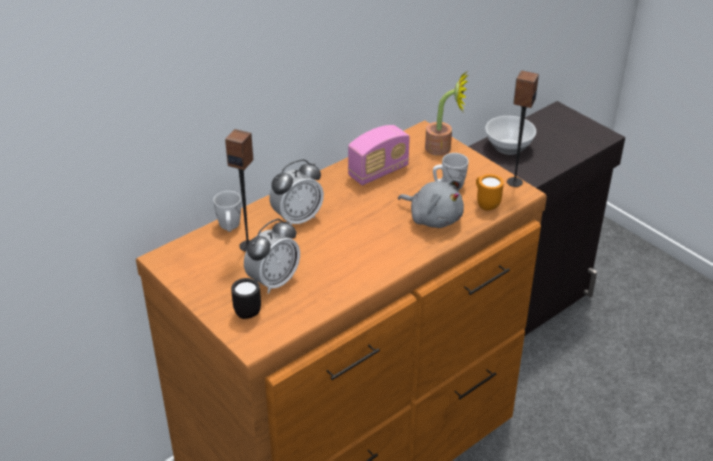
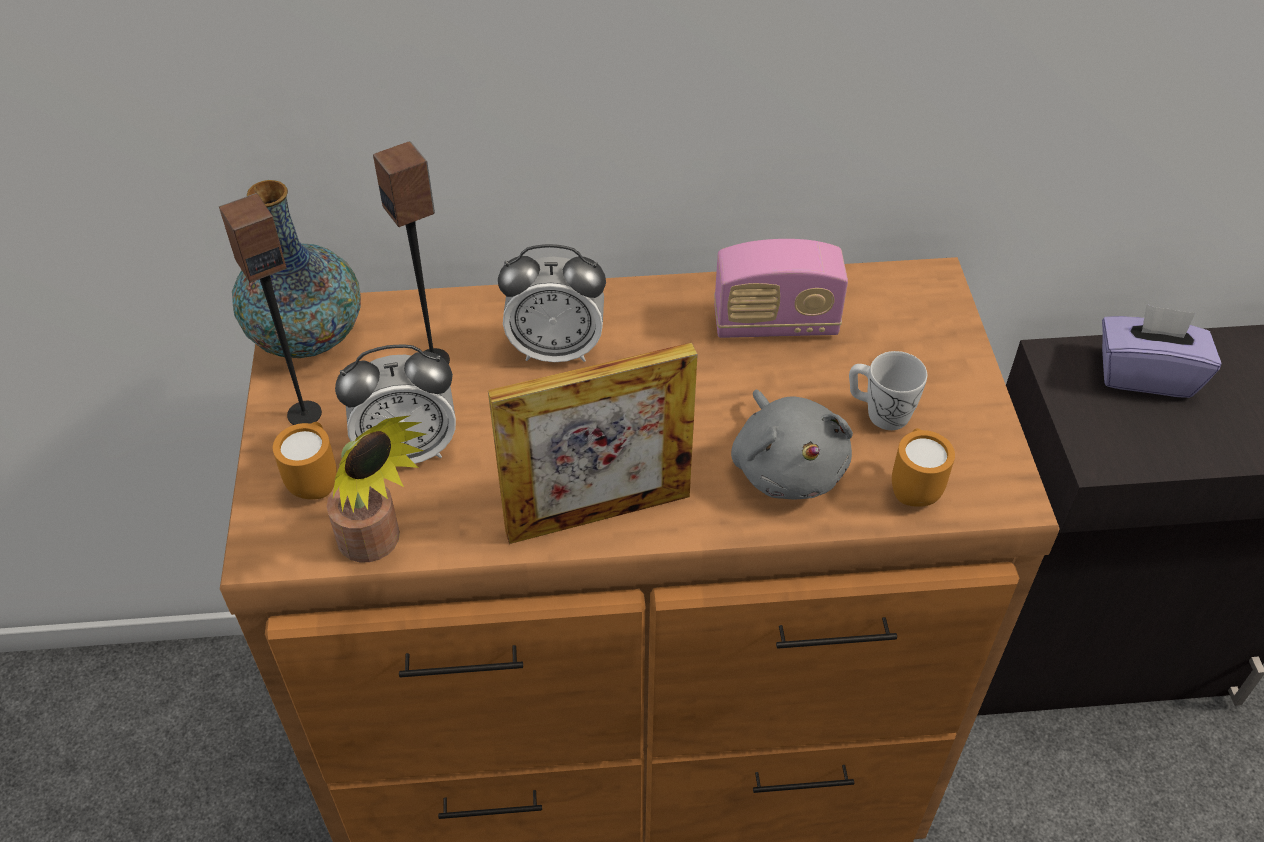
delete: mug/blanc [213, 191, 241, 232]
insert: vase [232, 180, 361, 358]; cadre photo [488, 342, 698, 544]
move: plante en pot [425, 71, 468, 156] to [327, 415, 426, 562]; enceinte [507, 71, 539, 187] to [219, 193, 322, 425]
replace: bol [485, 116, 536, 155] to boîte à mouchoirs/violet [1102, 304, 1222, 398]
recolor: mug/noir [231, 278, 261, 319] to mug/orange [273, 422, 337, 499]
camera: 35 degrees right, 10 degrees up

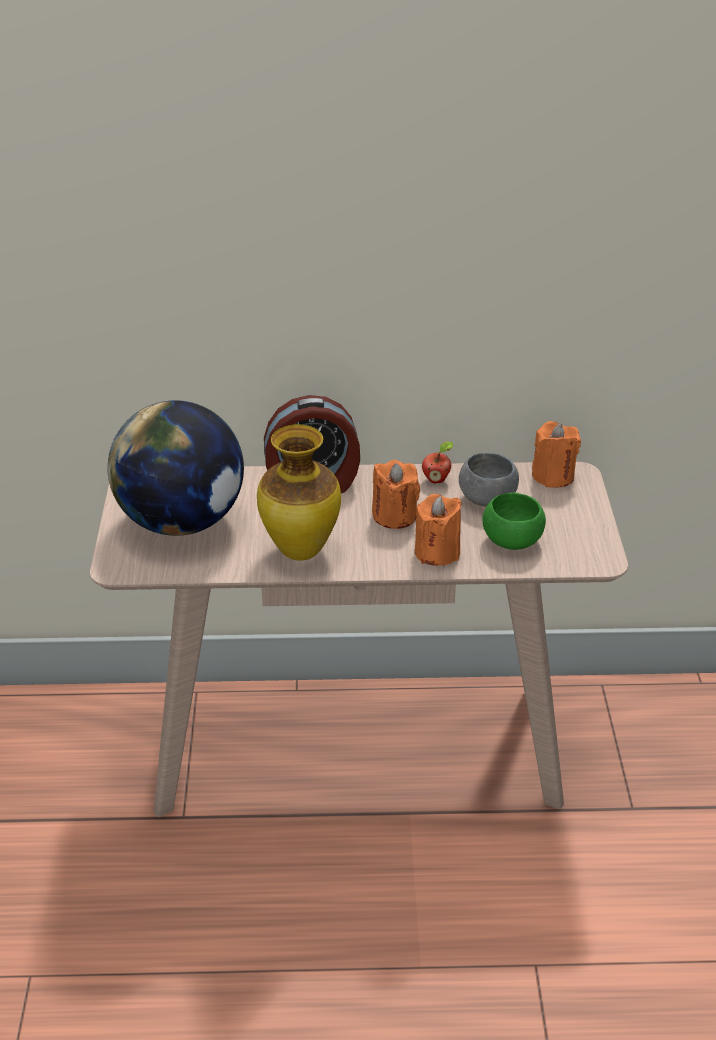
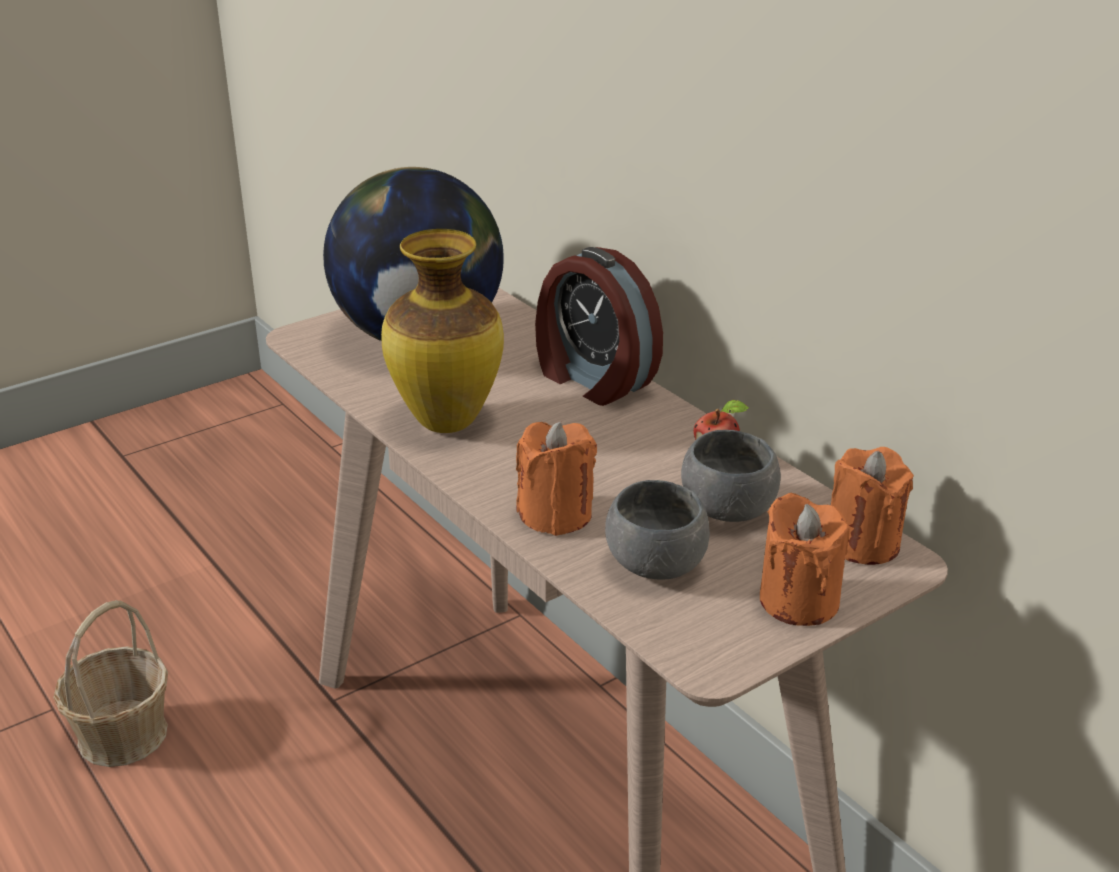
insert: panier [54, 600, 168, 767]
move: bougie/orange [372, 460, 420, 529] to [760, 493, 850, 626]
recolor: bol/vert [483, 492, 546, 550] to bol/gris [605, 480, 710, 580]
camera: 55 degrees right, 5 degrees down

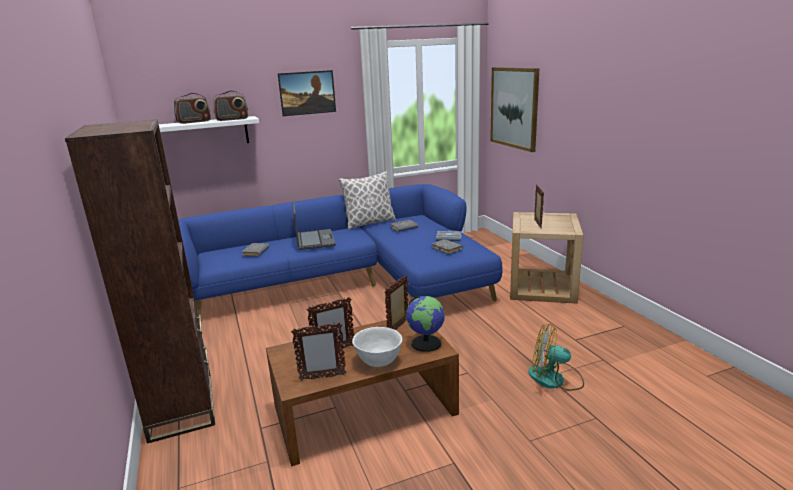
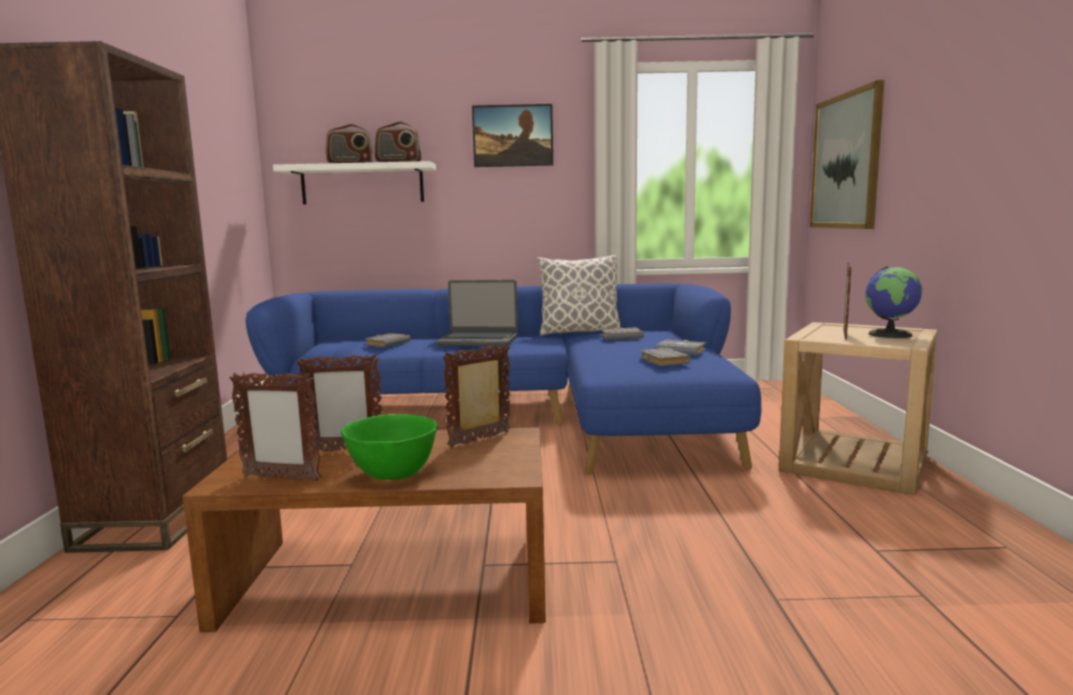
delete: ventilateur [528, 324, 584, 391]
move: globe [406, 296, 445, 352] to [865, 266, 923, 338]
recolor: bol/blanc [352, 327, 402, 367] to bol/vert [341, 414, 437, 480]
rotate: ordinateur portable [292, 200, 336, 250] = [436, 280, 518, 346] 90 degrees clockwise
camera: 20 degrees right, 10 degrees down

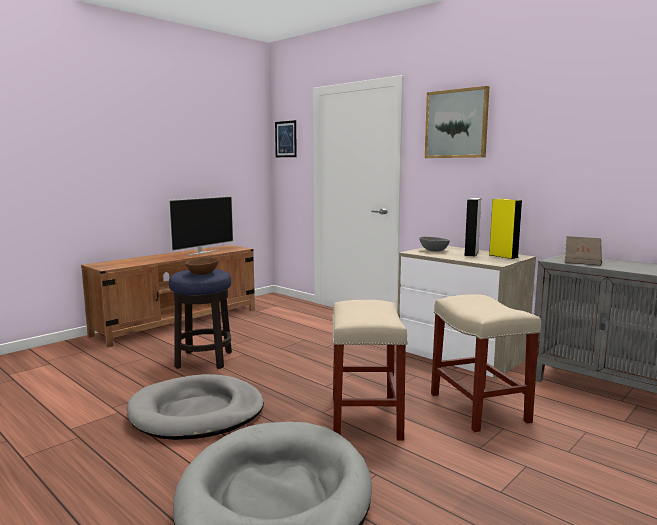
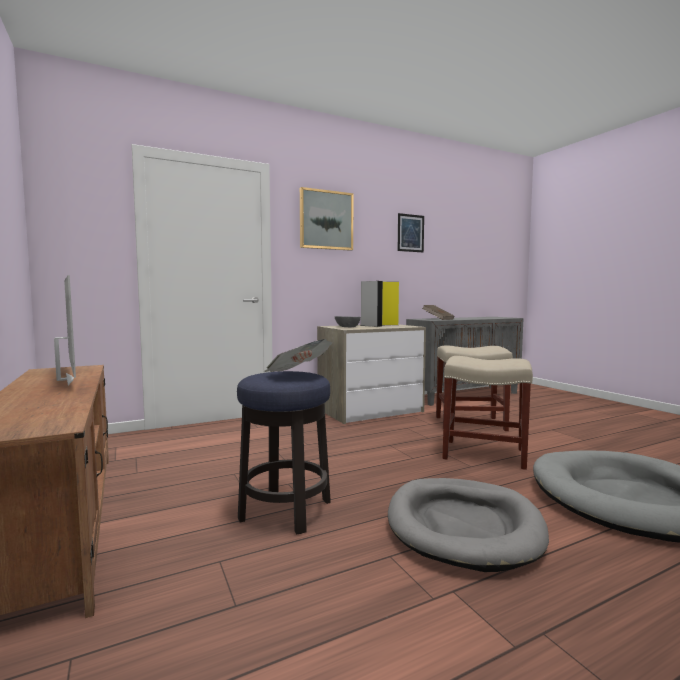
move: tableau [275, 120, 297, 157] to [398, 213, 424, 252]
replace: bol/marron [185, 258, 219, 275] to journal [265, 339, 332, 372]
camera: 70 degrees left, 5 degrees down

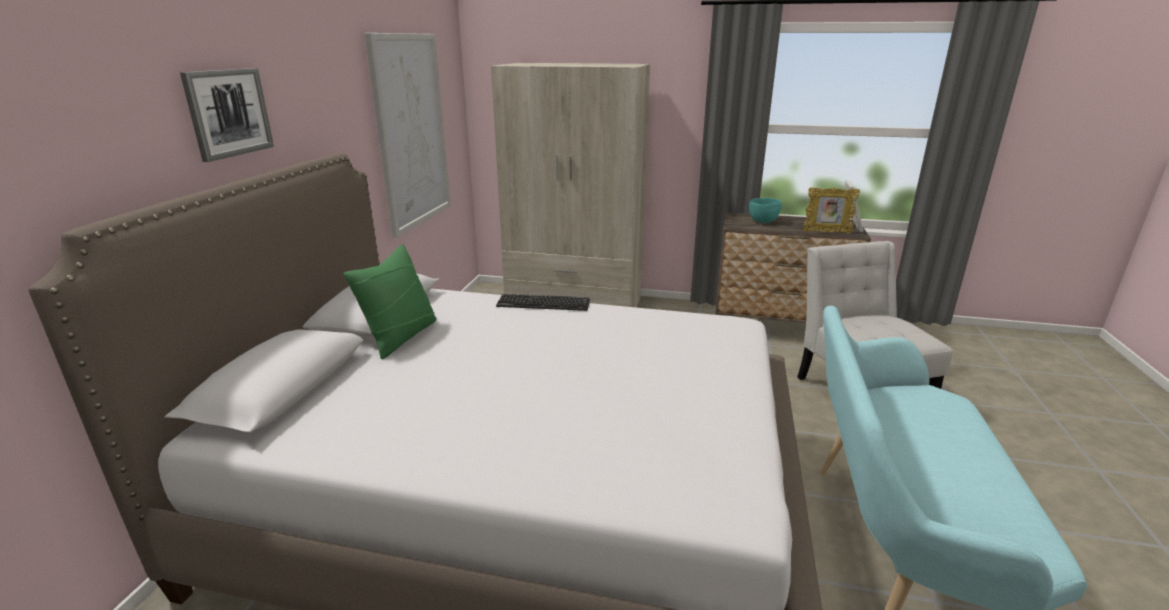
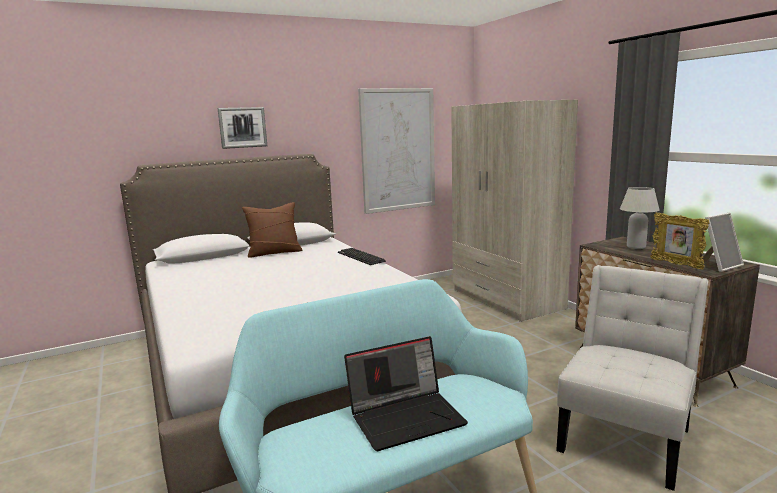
insert: ordinateur portable [344, 336, 468, 451]
replace: bol/turquoise [749, 198, 782, 223] to lampe de table/blanc [620, 187, 659, 249]
recolor: coussin/vert [343, 244, 437, 359] to coussin/marron [242, 202, 302, 258]
camera: 50 degrees right, 10 degrees down

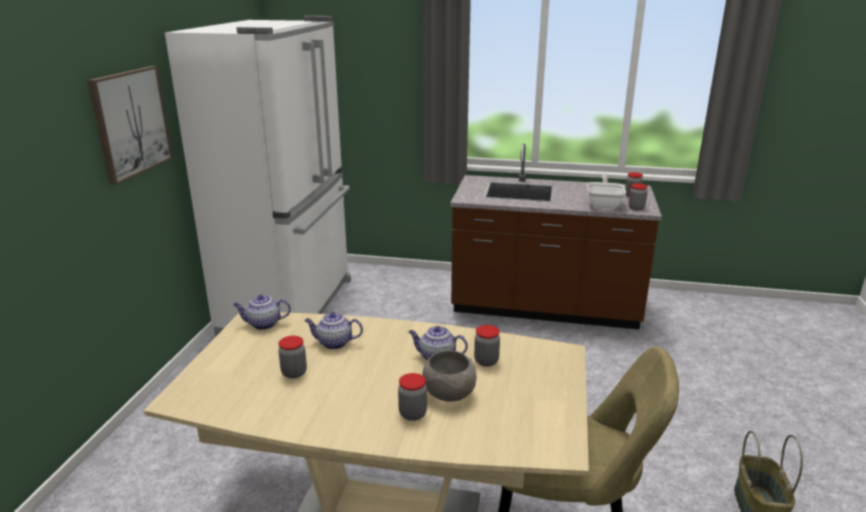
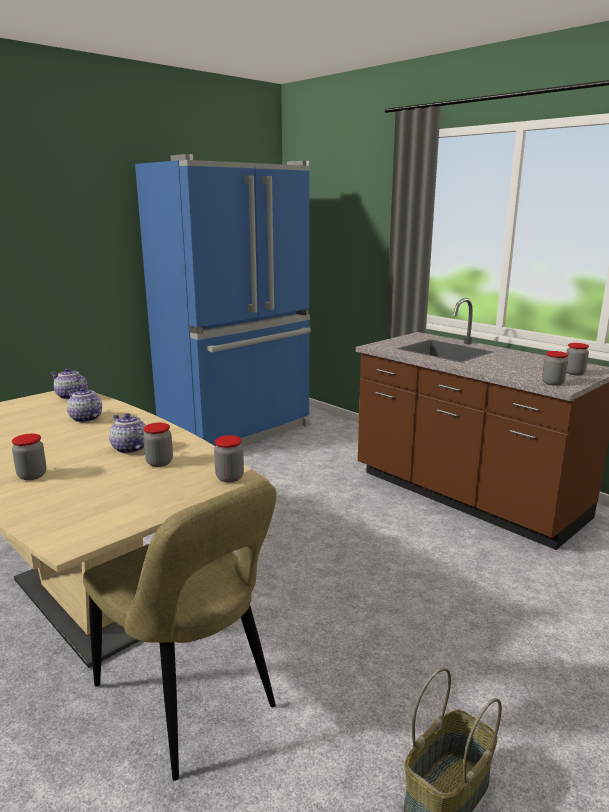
delete: tableau [87, 66, 173, 185]; poêle [587, 175, 626, 209]; bol/gris [423, 350, 477, 402]
move: bocal [278, 336, 307, 379] to [214, 435, 244, 482]
recolor: réfrigérateur/blanc [165, 16, 351, 335] to réfrigérateur/bleu [135, 154, 311, 446]
camera: 35 degrees right, 5 degrees down

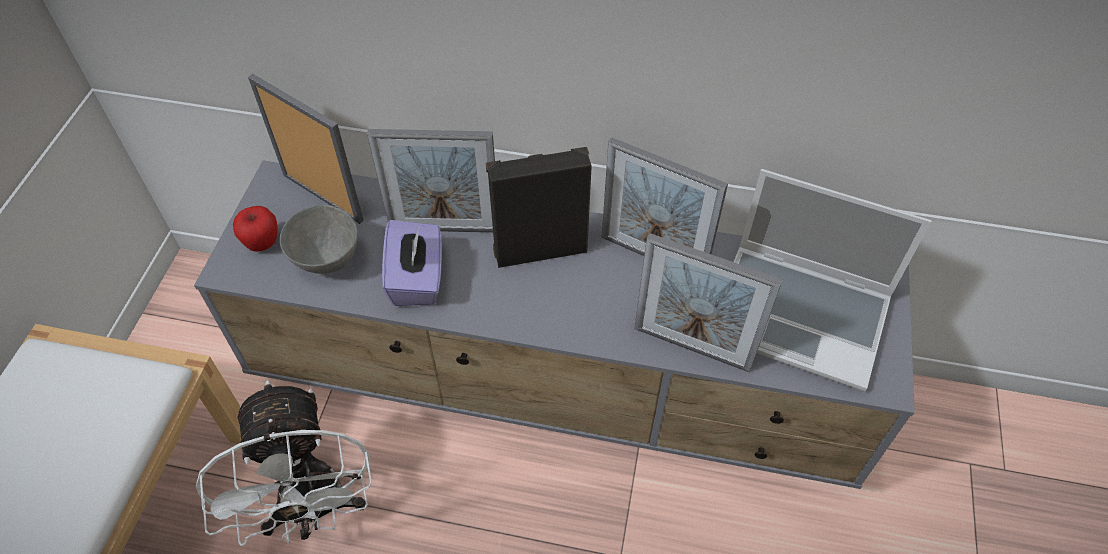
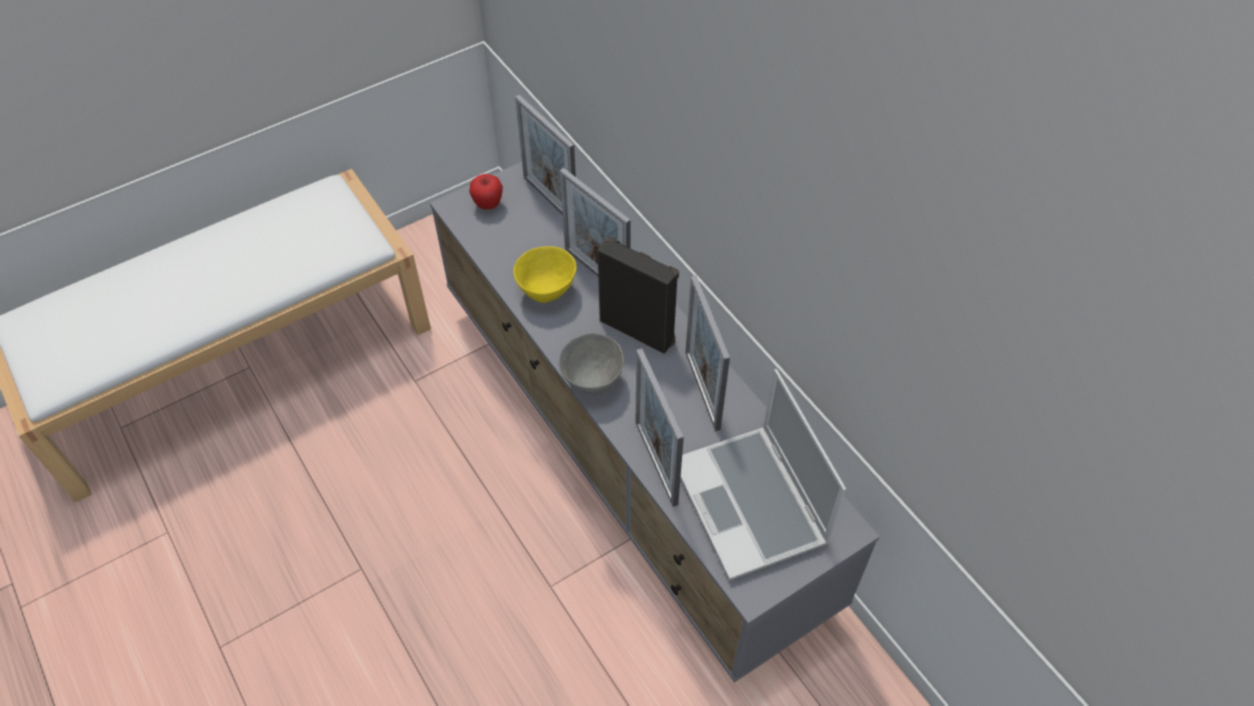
delete: ventilateur/blanc [196, 380, 372, 546]
move: bol/gris [280, 205, 358, 274] to [558, 333, 624, 395]
replace: boîte à mouchoirs/violet [382, 220, 442, 306] to bol/jaune [513, 246, 576, 303]
rotate: cadre photo [248, 74, 364, 224] = [515, 95, 576, 215] 150 degrees clockwise
camera: 45 degrees right, 0 degrees up

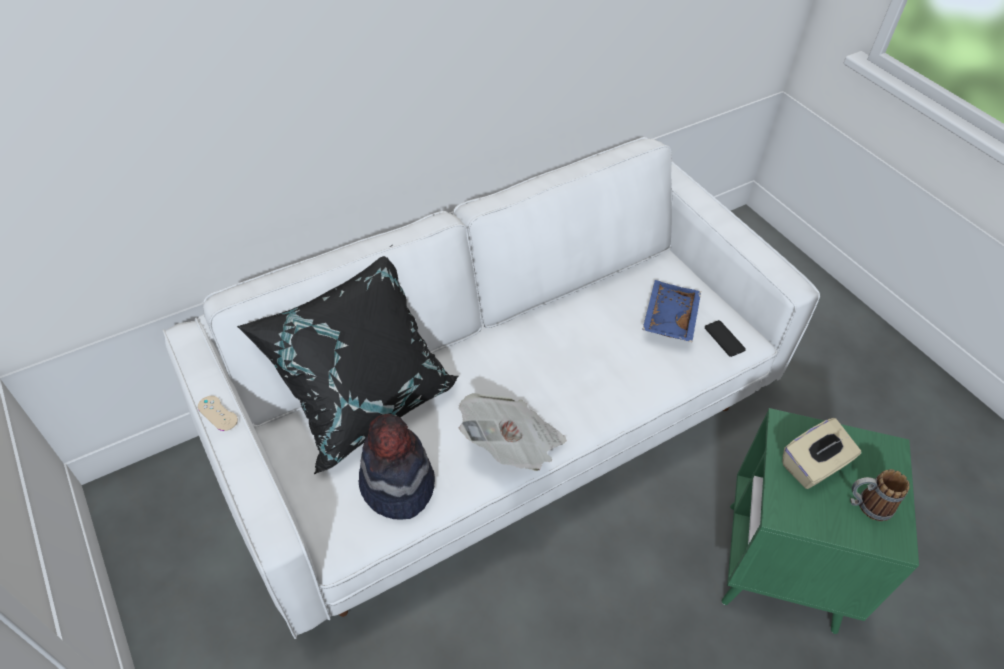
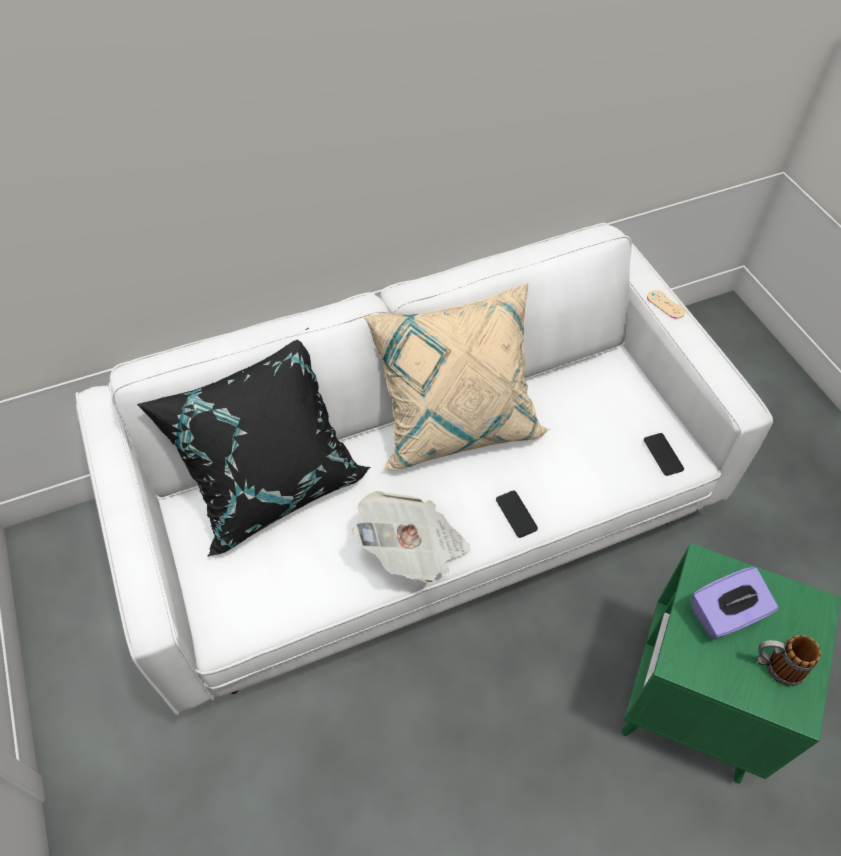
delete: plateau/bleu [642, 280, 701, 342]; chapeau [359, 414, 435, 520]
insert: coussin/beige [360, 283, 550, 470]; téléphone [496, 491, 538, 538]
move: manette/beige [198, 396, 238, 431] to [647, 290, 685, 319]
recolor: boîte à mouchoirs/beige [782, 418, 861, 489] to boîte à mouchoirs/violet [691, 567, 778, 640]
camera: 10 degrees right, 5 degrees up

